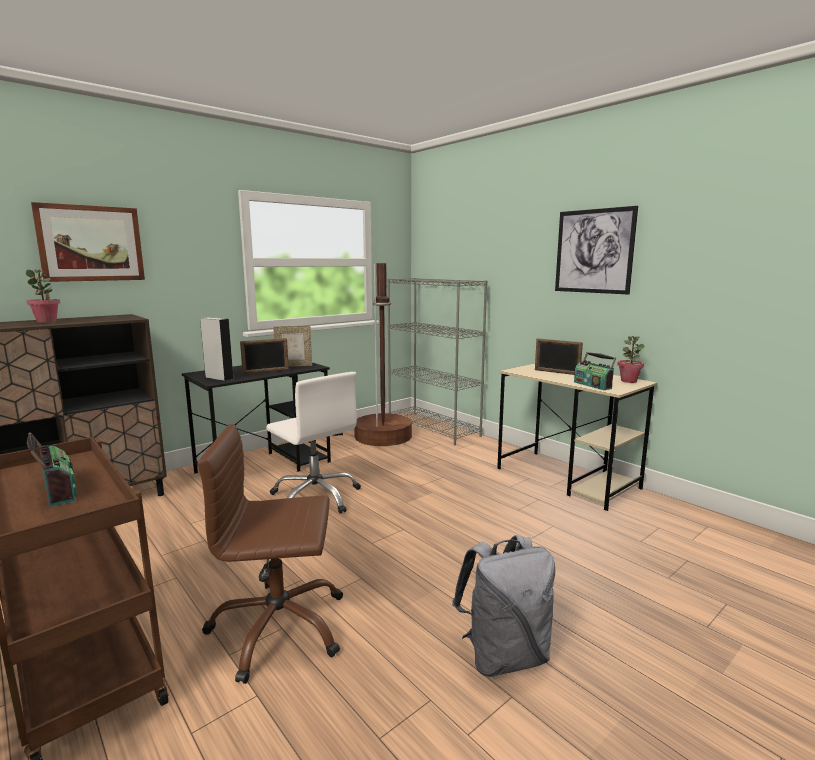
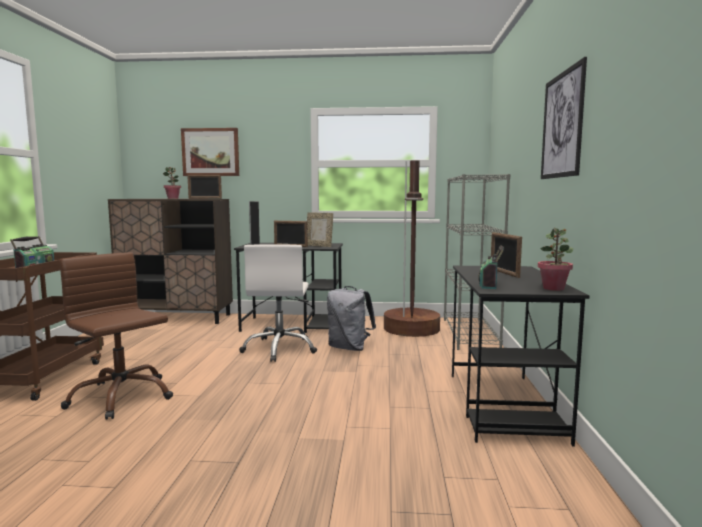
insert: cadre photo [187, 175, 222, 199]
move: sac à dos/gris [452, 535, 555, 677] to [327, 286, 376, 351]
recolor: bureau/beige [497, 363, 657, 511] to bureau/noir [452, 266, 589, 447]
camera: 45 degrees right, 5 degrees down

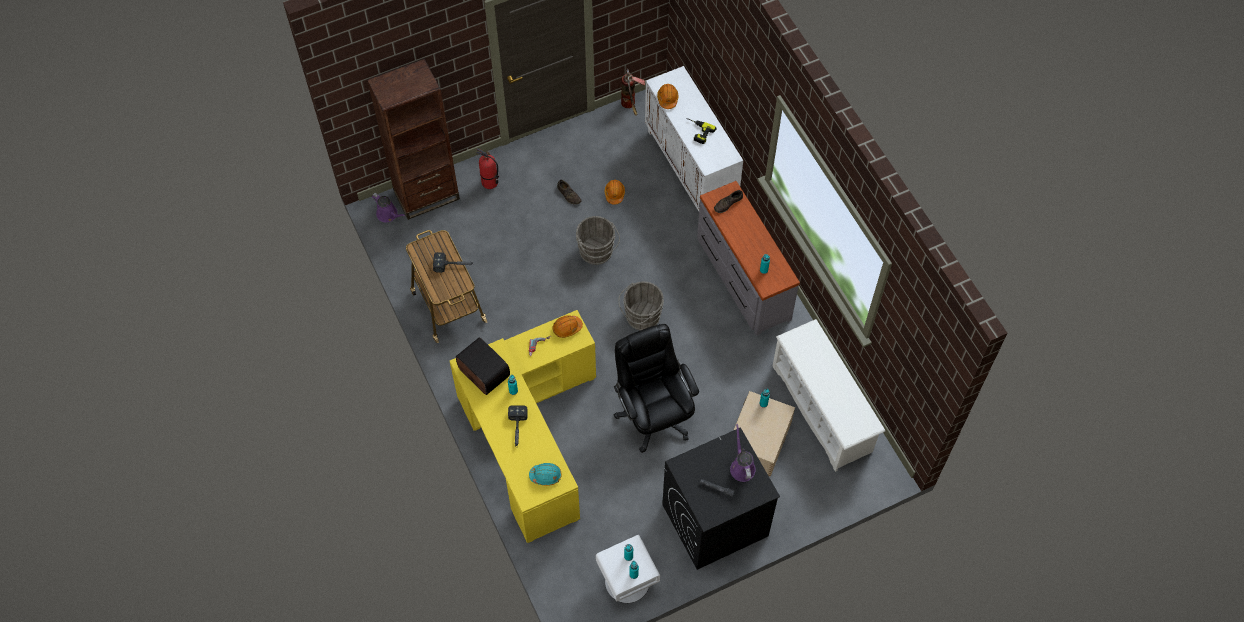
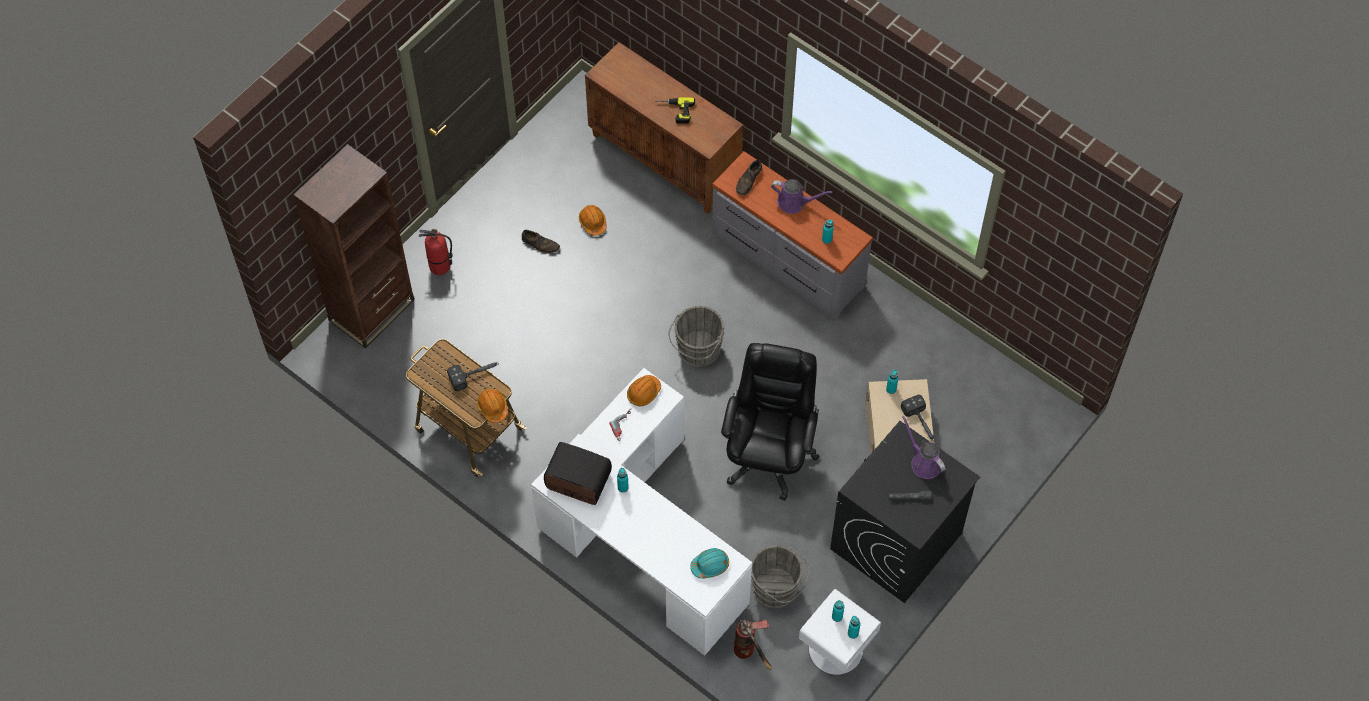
delete: étagère à chaussures/blanc [772, 319, 885, 472]
move: extincteur [621, 69, 645, 116] to [734, 618, 772, 670]; casque de chantier/orange [657, 84, 678, 109] to [477, 388, 508, 423]; arrosoir/violet [372, 193, 406, 222] to [771, 179, 832, 214]; seau/gris [576, 216, 620, 265] to [751, 545, 809, 608]; marteau [508, 406, 528, 447] to [901, 395, 935, 441]
recolor: meuble de rangement/blanc [645, 66, 743, 211] to meuble de rangement/marron [585, 42, 743, 214]; bureau/jaune [450, 310, 596, 543] to bureau/blanc [531, 368, 752, 656]
rotate: chaise de bureau/noir [614, 324, 699, 453] = [721, 343, 820, 501] 60 degrees clockwise
camera: 25 degrees left, 0 degrees up

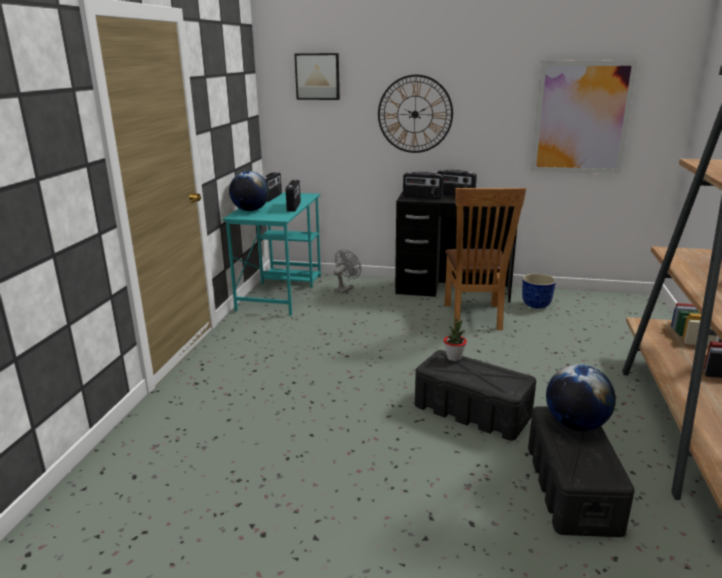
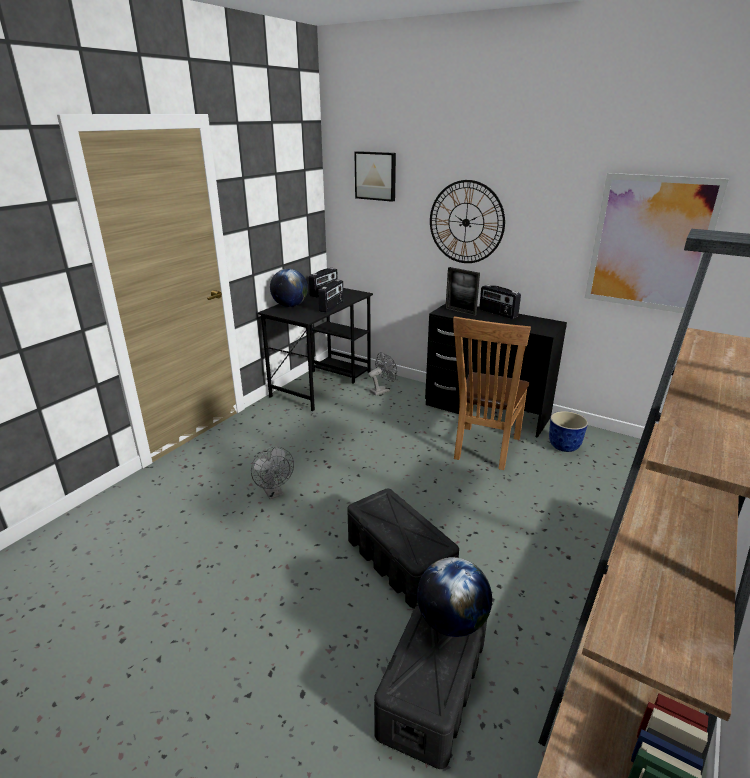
delete: plante en pot [444, 319, 467, 361]
insert: ventilateur/gris [251, 447, 294, 499]
replace: radio [403, 172, 444, 199] to cadre photo [445, 267, 480, 316]
recolor: bureau/turquoise [223, 192, 321, 316] to bureau/noir [258, 288, 373, 411]
camera: 20 degrees right, 5 degrees up

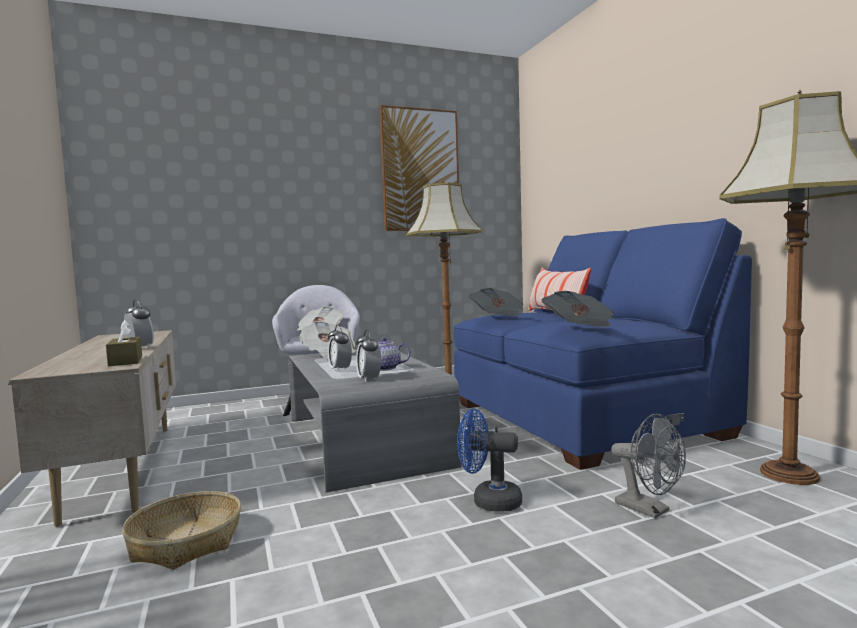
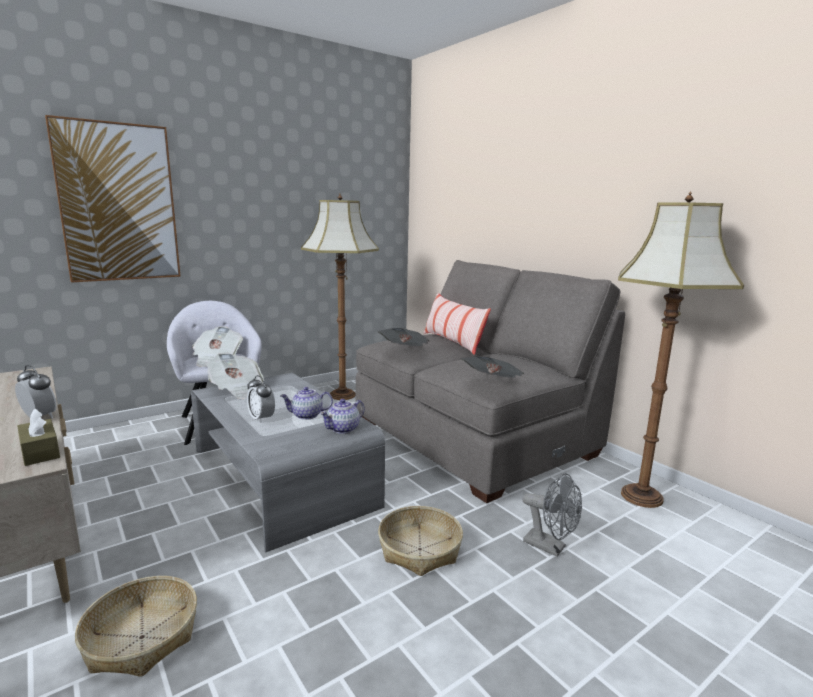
delete: réveil [356, 330, 381, 382]
insert: théière [320, 399, 365, 434]
move: tableau [380, 105, 459, 231] to [45, 115, 181, 283]
replace: ventilateur/bleu [457, 409, 522, 512] to panier [378, 506, 463, 576]
recolor: canapé/bleu [454, 218, 752, 470] to canapé/gris [356, 260, 625, 503]
camera: 15 degrees left, 10 degrees up

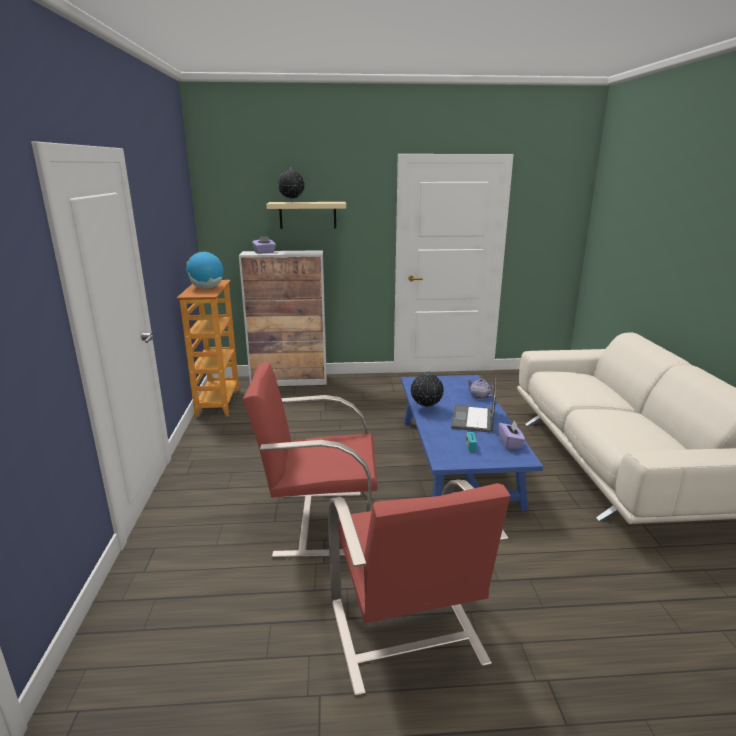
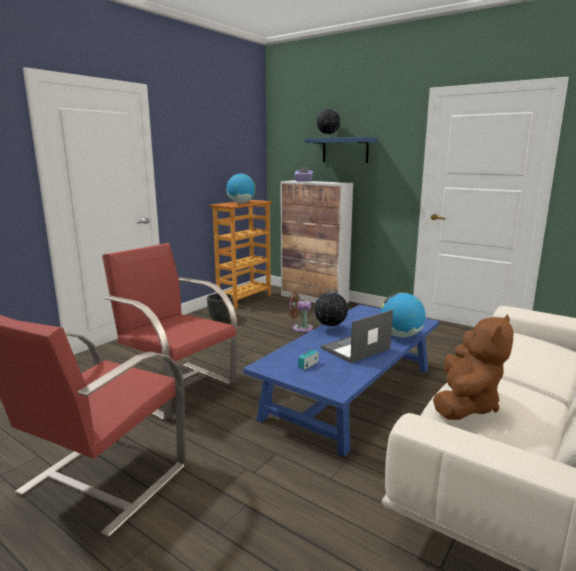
delete: boîte à mouchoirs/violet [499, 420, 525, 449]
insert: ventilateur/marron [289, 292, 313, 332]; cache-pot/noir [207, 293, 233, 321]; peluche/marron [433, 314, 514, 420]
replace: théière [467, 379, 494, 400] to globe [380, 292, 426, 337]
recolor: étagère/beige [266, 202, 346, 229] to étagère/bleu [304, 137, 377, 163]
camera: 40 degrees right, 5 degrees down

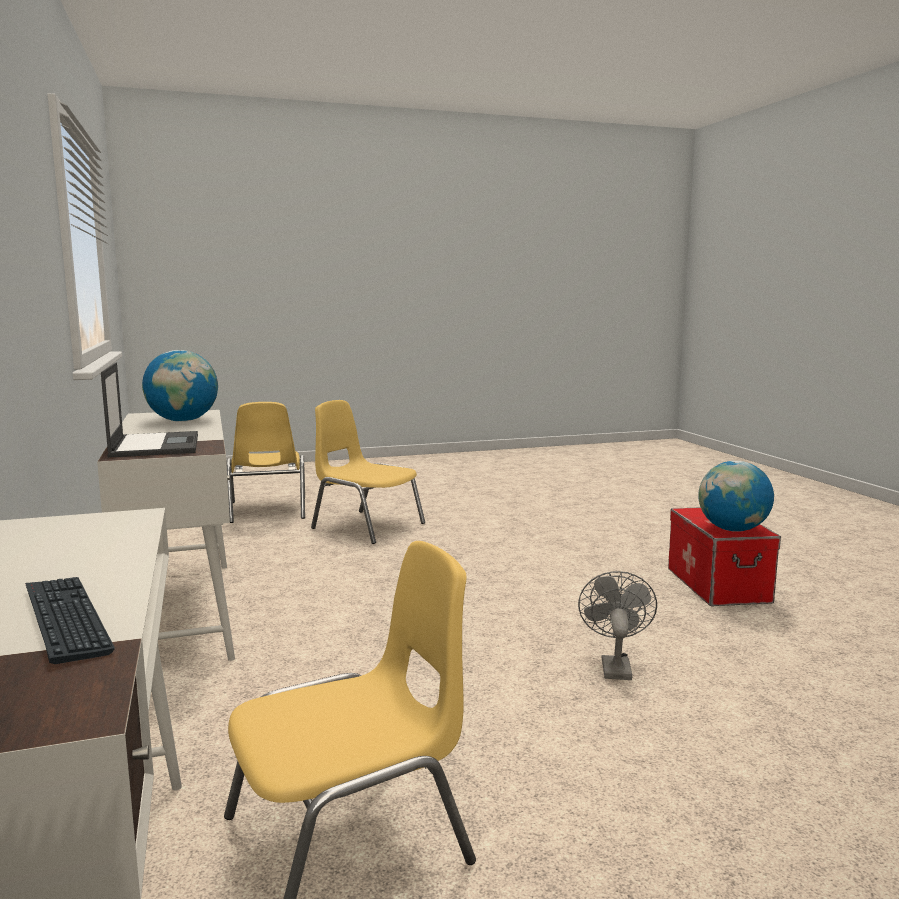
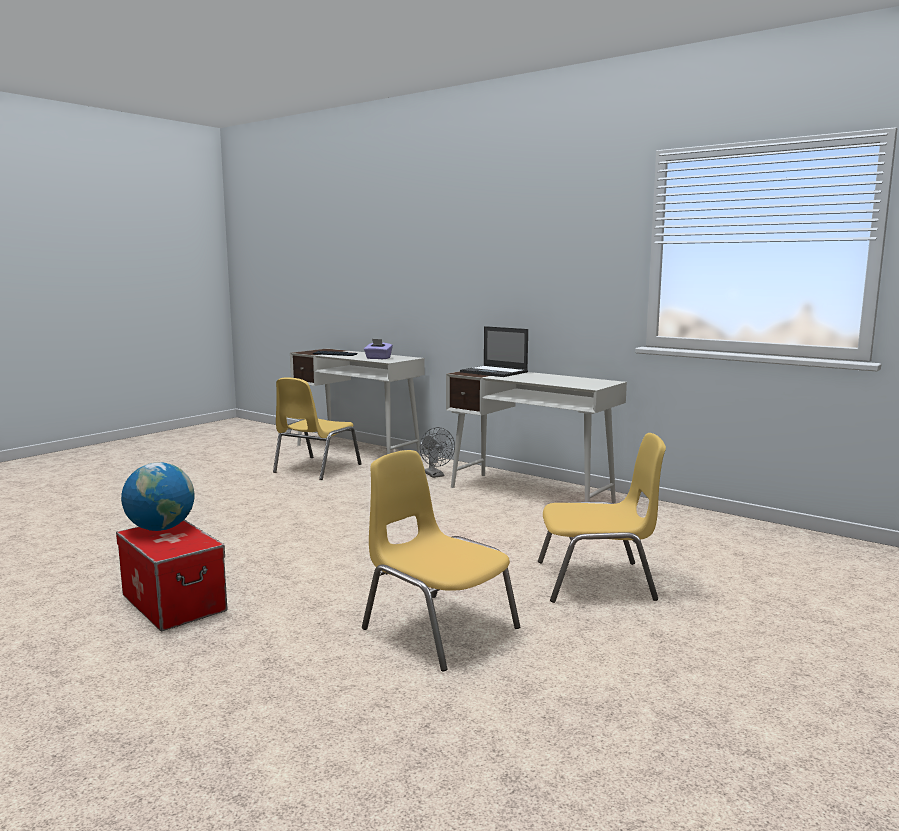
delete: globe [142, 350, 218, 422]
insert: boîte à mouchoirs/violet [364, 339, 393, 359]
move: chaise/jaune [226, 402, 305, 523] to [362, 450, 520, 672]; ventilateur/gris [578, 571, 657, 680] to [420, 427, 455, 478]
camera: 145 degrees right, 0 degrees up

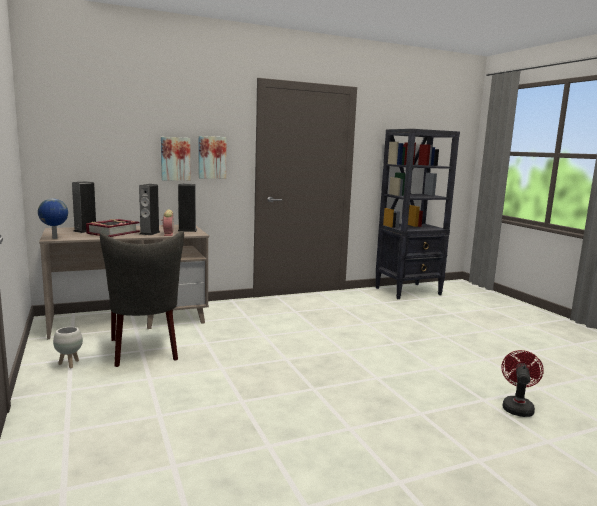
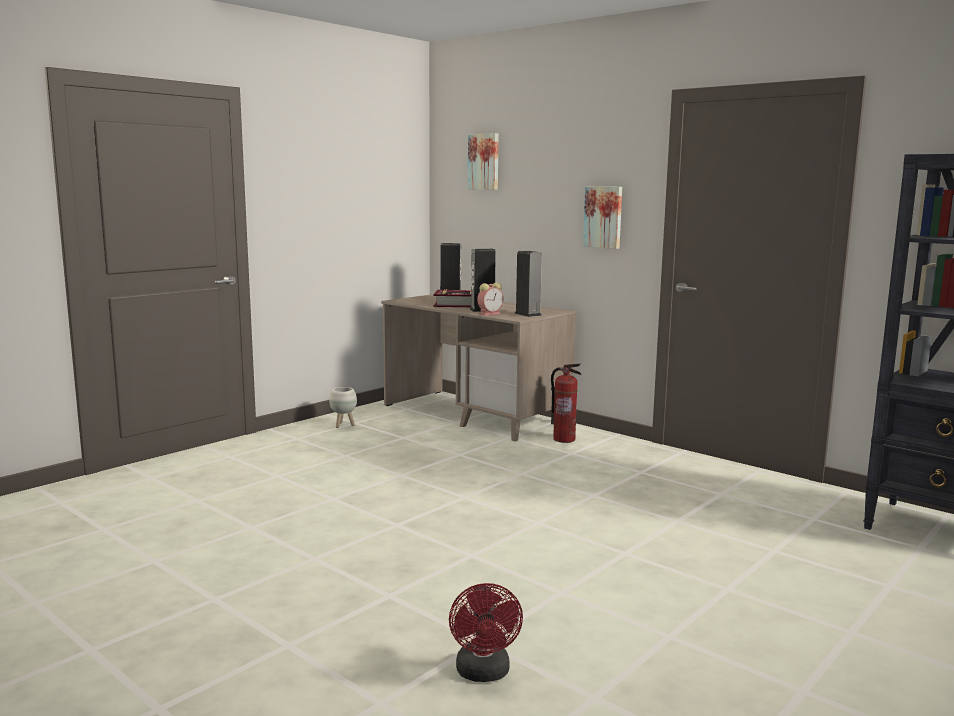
delete: globe [38, 198, 68, 239]; chaise/gris [100, 231, 184, 367]
insert: extincteur [551, 364, 581, 443]
move: tableau [161, 137, 191, 181] to [468, 133, 499, 190]
rotate: ventilateur/rouge [501, 350, 544, 417] = [449, 583, 523, 682] 90 degrees clockwise
camera: 65 degrees right, 0 degrees up

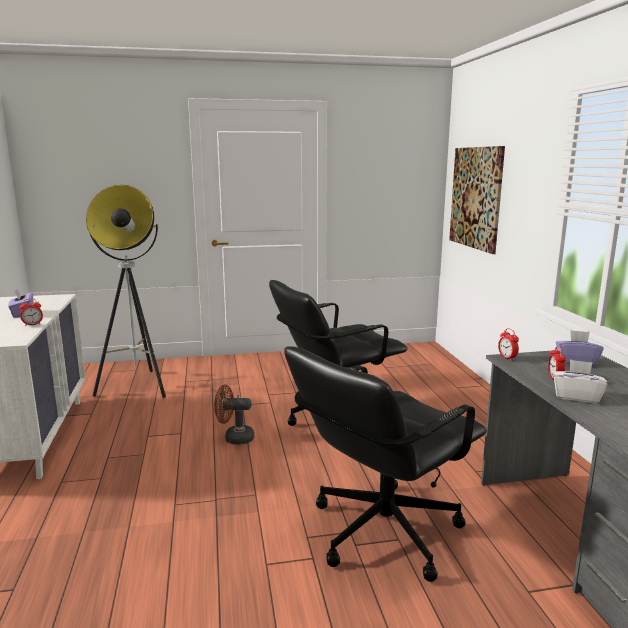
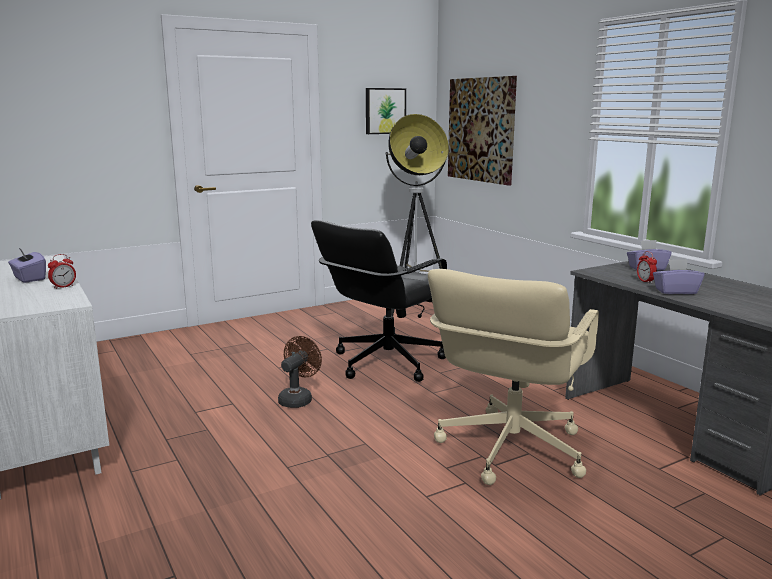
delete: réveil [498, 328, 519, 361]
insert: tableau [366, 88, 406, 134]
move: lampadaire [86, 185, 166, 398] to [386, 114, 449, 316]
recolor: chaise de bureau/noir [284, 346, 487, 582] to chaise de bureau/beige [428, 269, 599, 485]; boîte à mouchoirs/blanc [553, 360, 608, 403] to boîte à mouchoirs/violet [653, 259, 704, 294]
rotate: ventilateur/marron [214, 384, 254, 444] = [278, 336, 322, 408] 135 degrees clockwise
camera: 20 degrees left, 0 degrees up

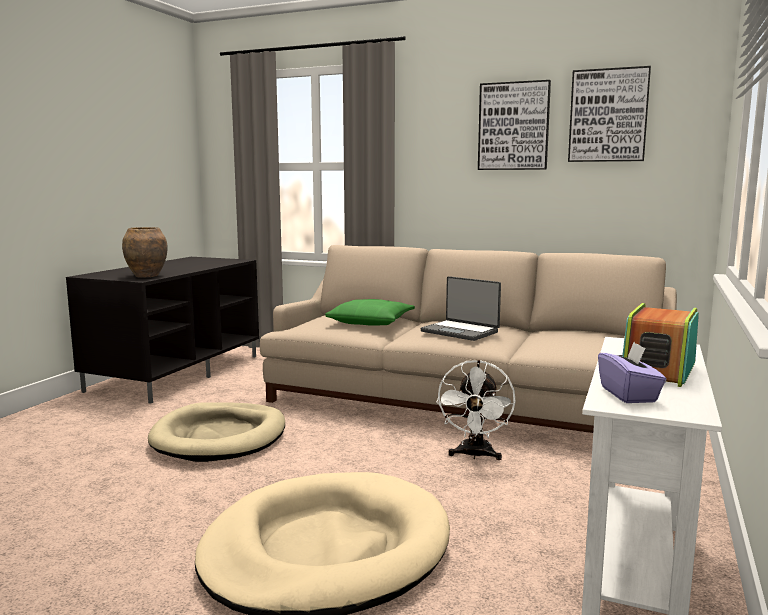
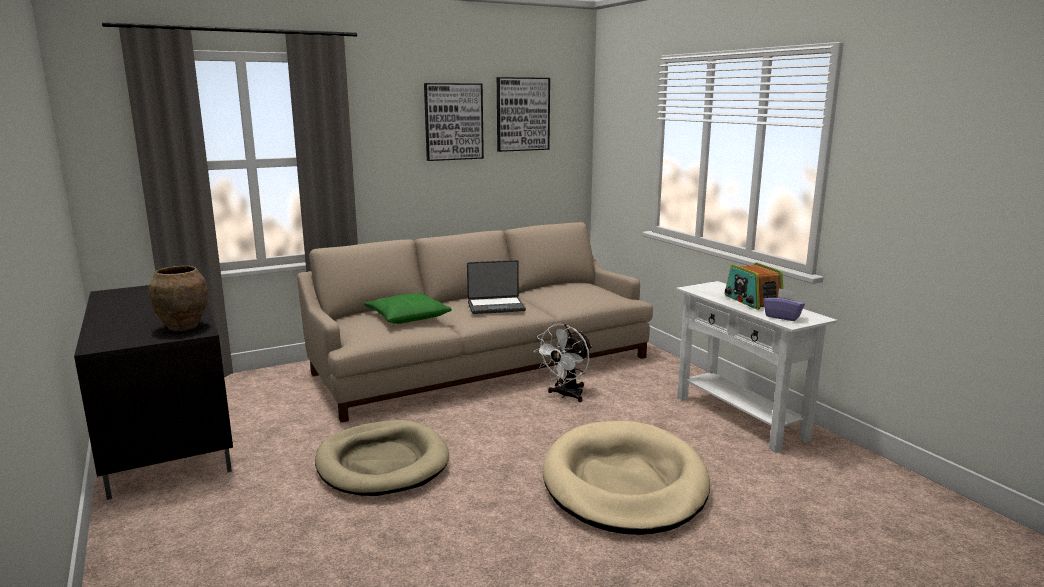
rotate: ventilateur/blanc [436, 360, 515, 460] = [534, 324, 592, 402] 75 degrees clockwise
camera: 50 degrees left, 5 degrees up

